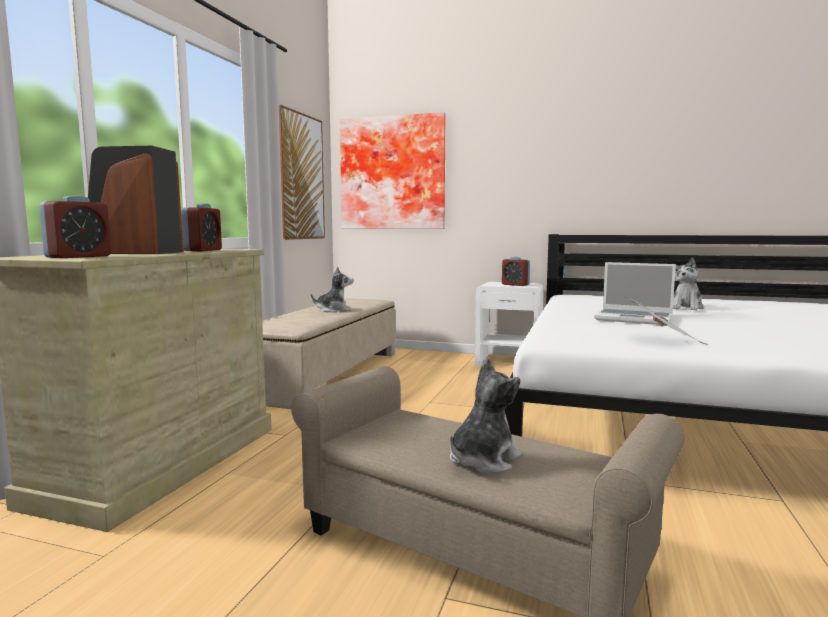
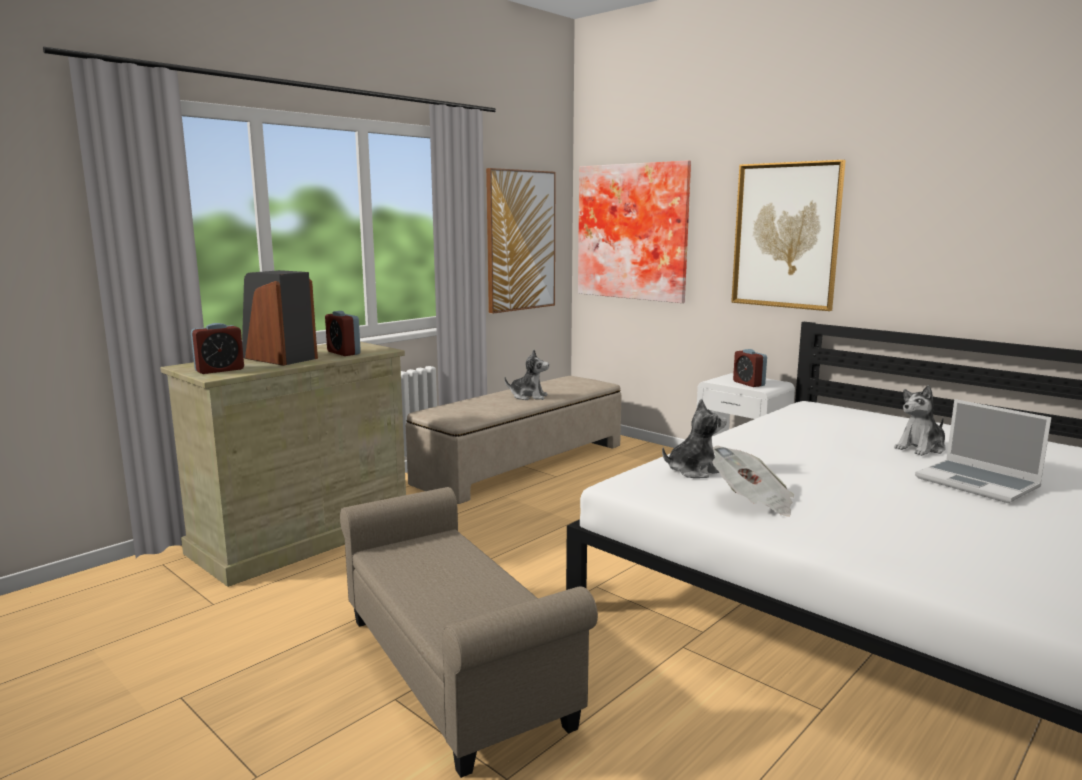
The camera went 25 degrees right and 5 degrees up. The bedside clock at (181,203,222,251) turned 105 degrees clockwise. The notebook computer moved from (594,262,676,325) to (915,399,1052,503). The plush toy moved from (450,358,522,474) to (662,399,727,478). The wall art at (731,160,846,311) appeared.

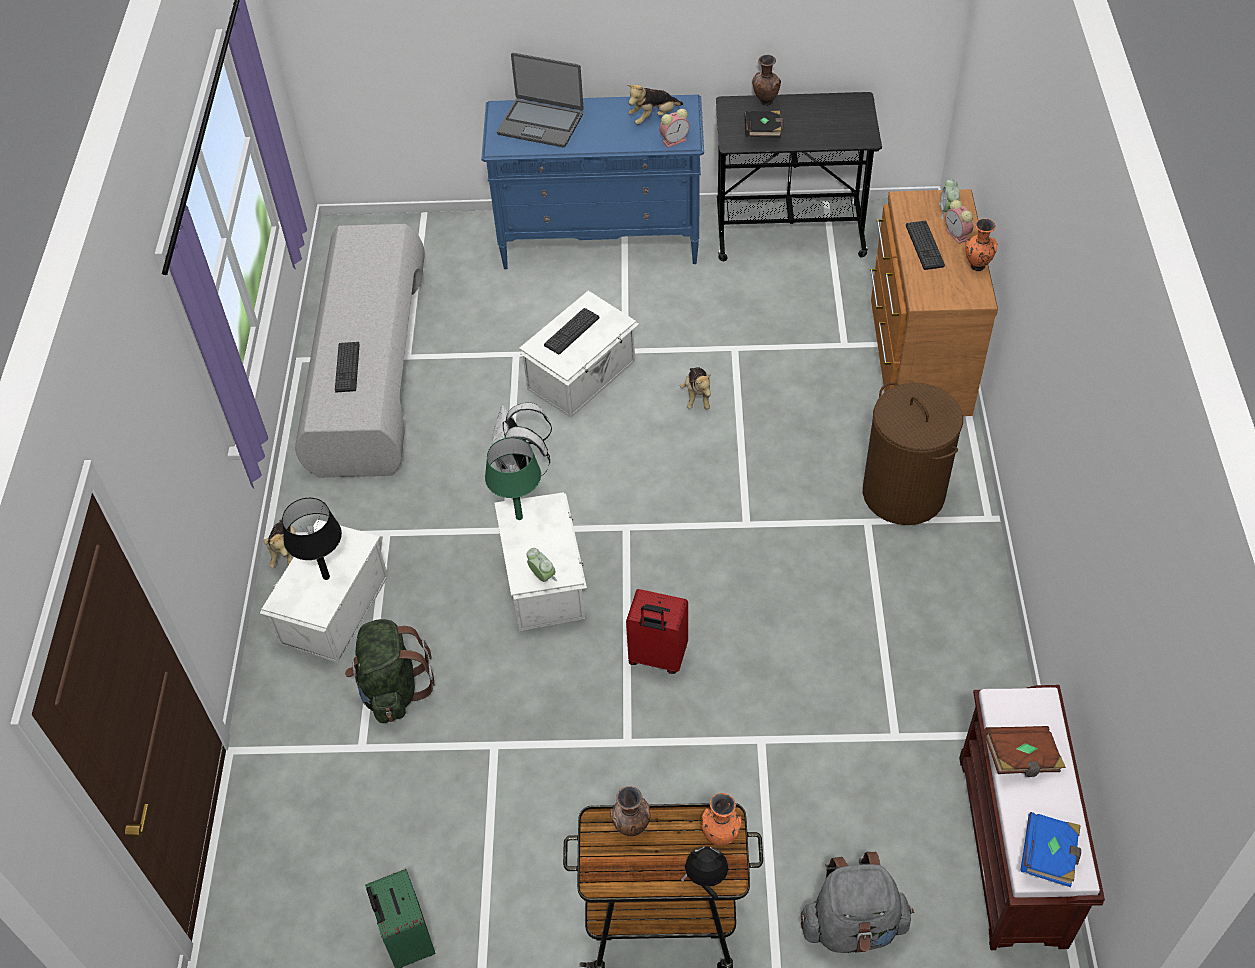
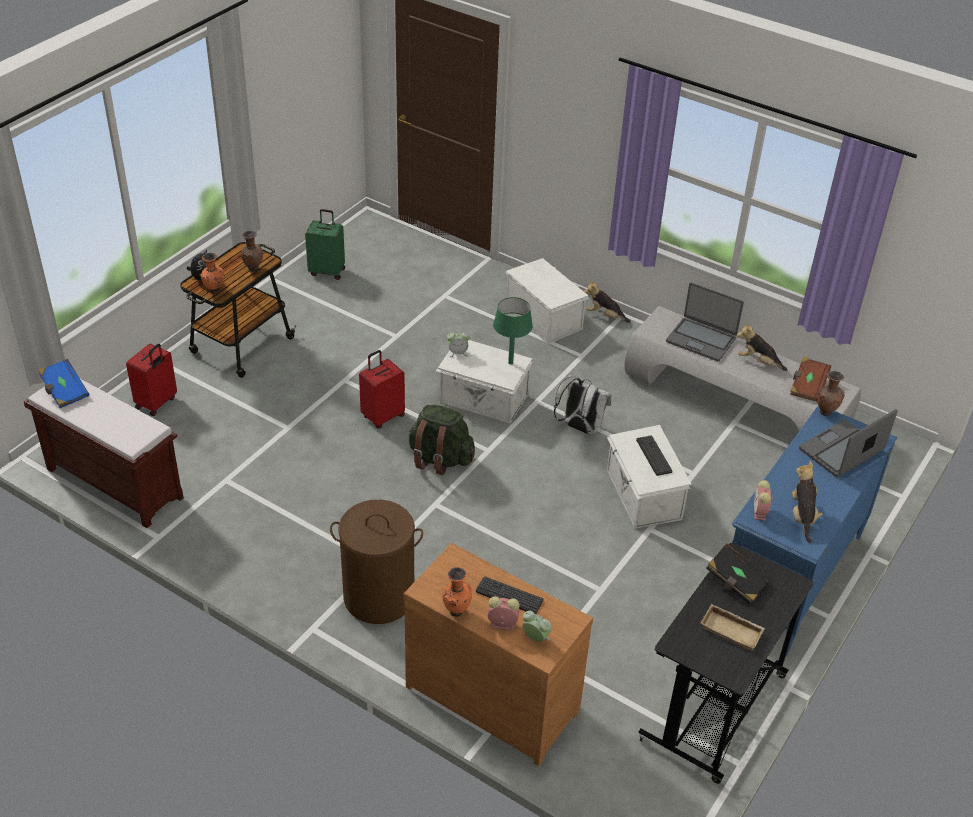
The camera went 120 degrees right and 10 degrees down. The brownish decorative vase moved from (752,55,781,106) to (817,371,845,416). The keyboard at (335,342,360,392) was replaced by the notebook computer at (666,283,744,362). The plush toy moved from (680,367,711,409) to (737,322,787,371). The black-coloured lamp for a table at (282,498,342,580) disappeared. The green-coloured backpack moved from (345,619,435,723) to (409,405,475,475). The brownish bound book moved from (983,726,1066,777) to (790,357,831,401). The gray backpack at (801,852,914,953) was replaced by the red travel case at (126,344,177,416). The sand-coloured serving tray at (701,604,765,650) appeared.

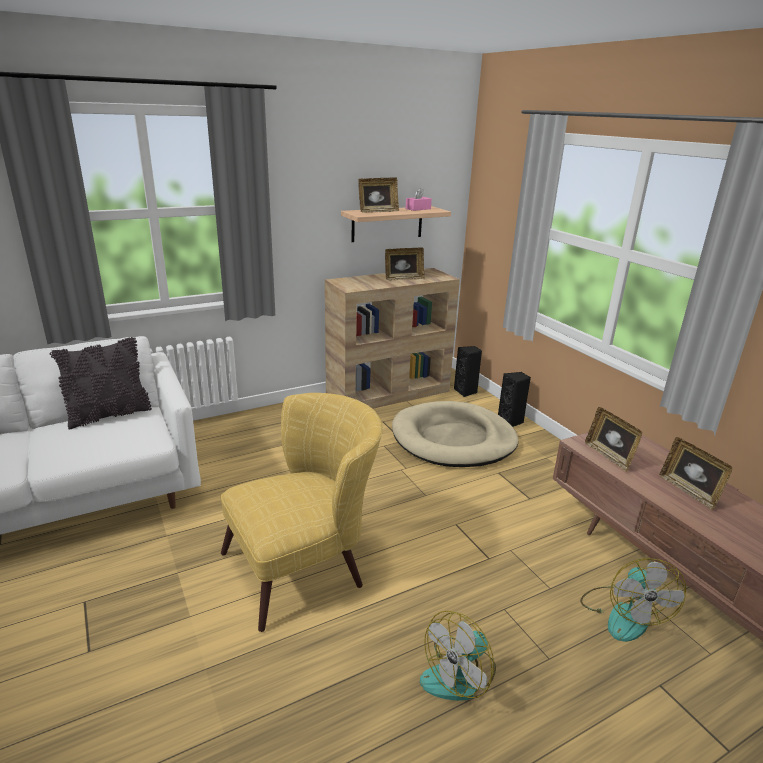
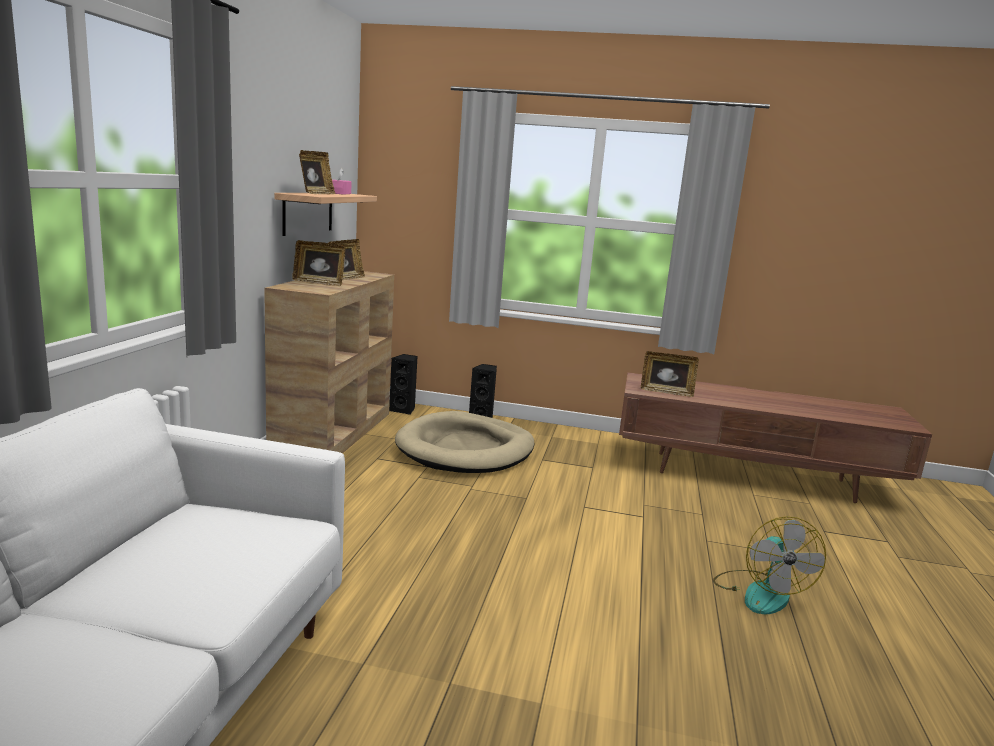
The camera went 50 degrees left and 10 degrees down. The black-coloured throw pillow at (50,337,152,430) disappeared. The yellow easy chair at (221,393,383,632) disappeared. The picture frame moved from (660,437,732,510) to (292,240,346,286). The electric fan at (580,558,686,642) disappeared.

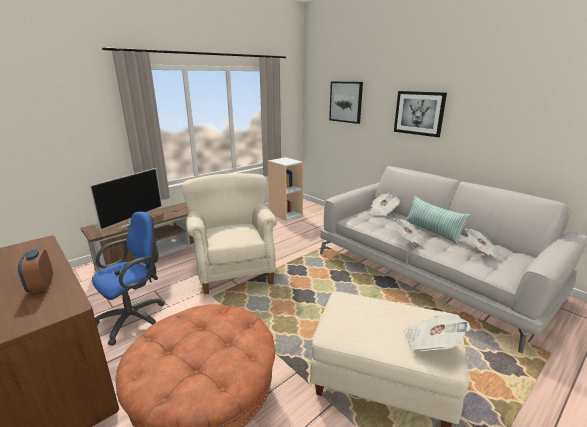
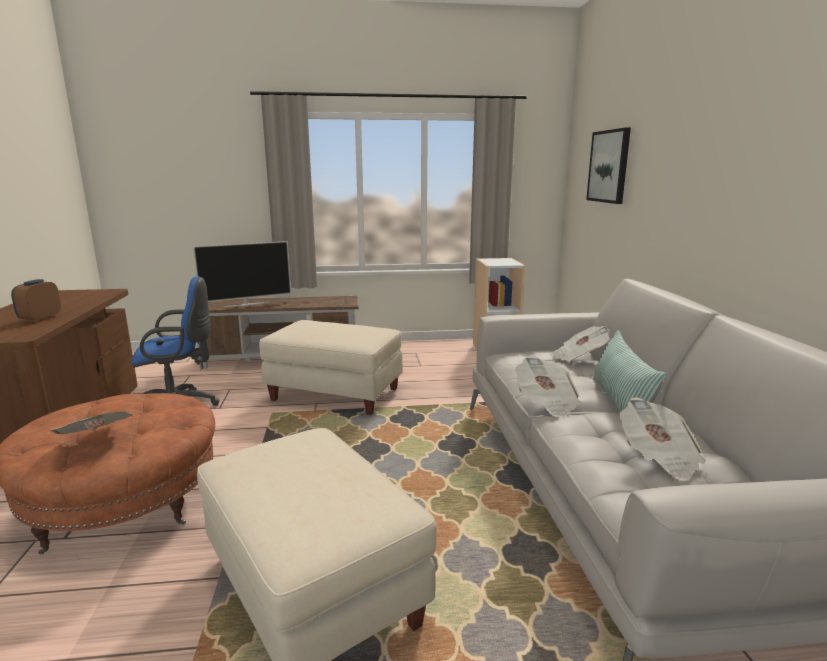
The camera went 35 degrees right and 5 degrees down. The wall art at (394,91,447,137) disappeared. The sand-coloured easy chair at (182,173,277,295) was replaced by the sand-coloured pouffe at (259,320,403,415). The daily paper moved from (403,314,470,351) to (49,412,133,434).

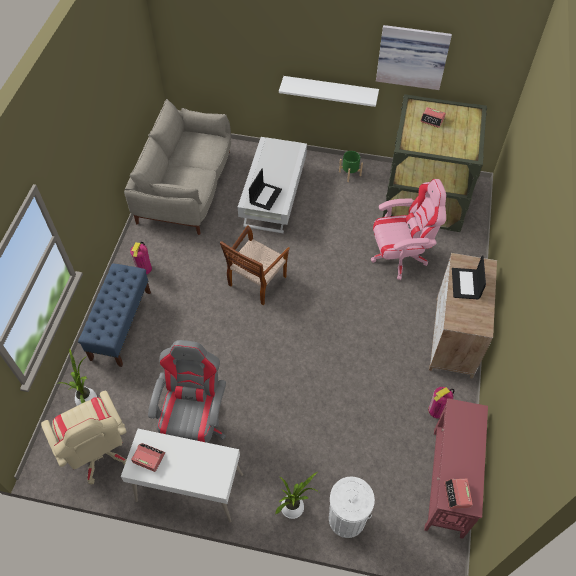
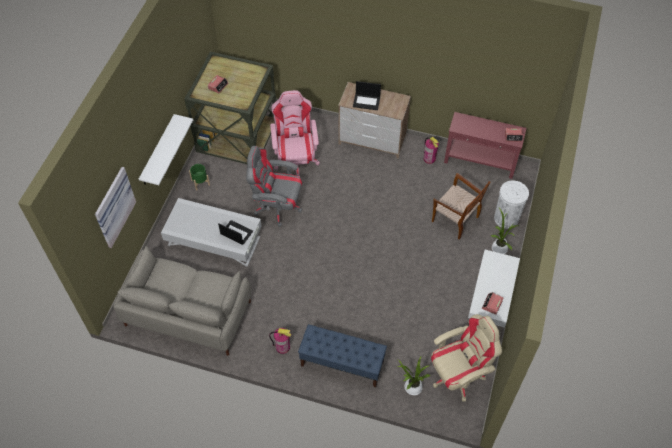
The camera went 85 degrees left and 0 degrees up. The wall art moved from (376,25,452,90) to (95,167,136,248). The brownish easy chair moved from (220,225,290,305) to (432,173,490,240). The gray office chair moved from (148,340,226,442) to (246,146,302,227).

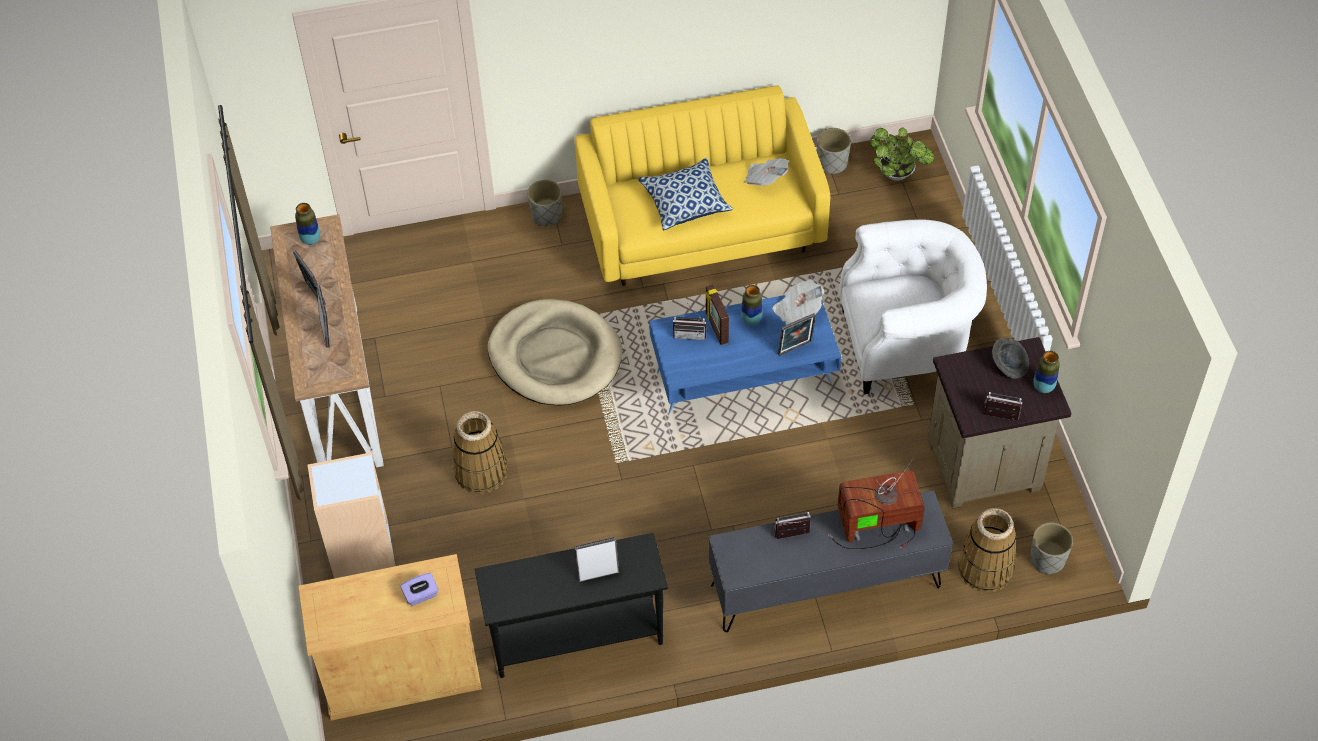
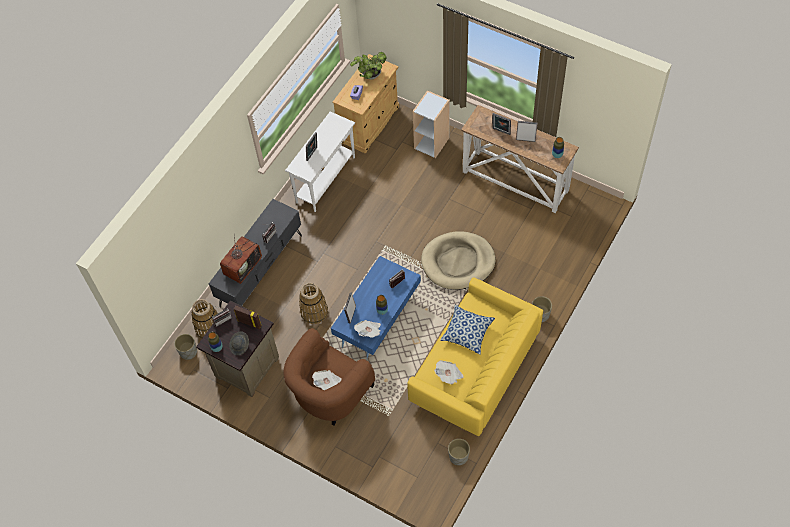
The camera went 135 degrees right and 5 degrees up. The houseplant moved from (870,127,934,181) to (350,52,387,80). The white easy chair at (839,220,987,394) became the brownish easy chair at (284,328,375,426). The picture frame moved from (704,284,729,345) to (234,306,262,329). The household basket moved from (453,411,508,494) to (299,283,328,324). The black-coloured narrow table at (474,533,668,678) became the white narrow table at (285,111,355,212). The daily paper at (312,370,342,390) appeared.

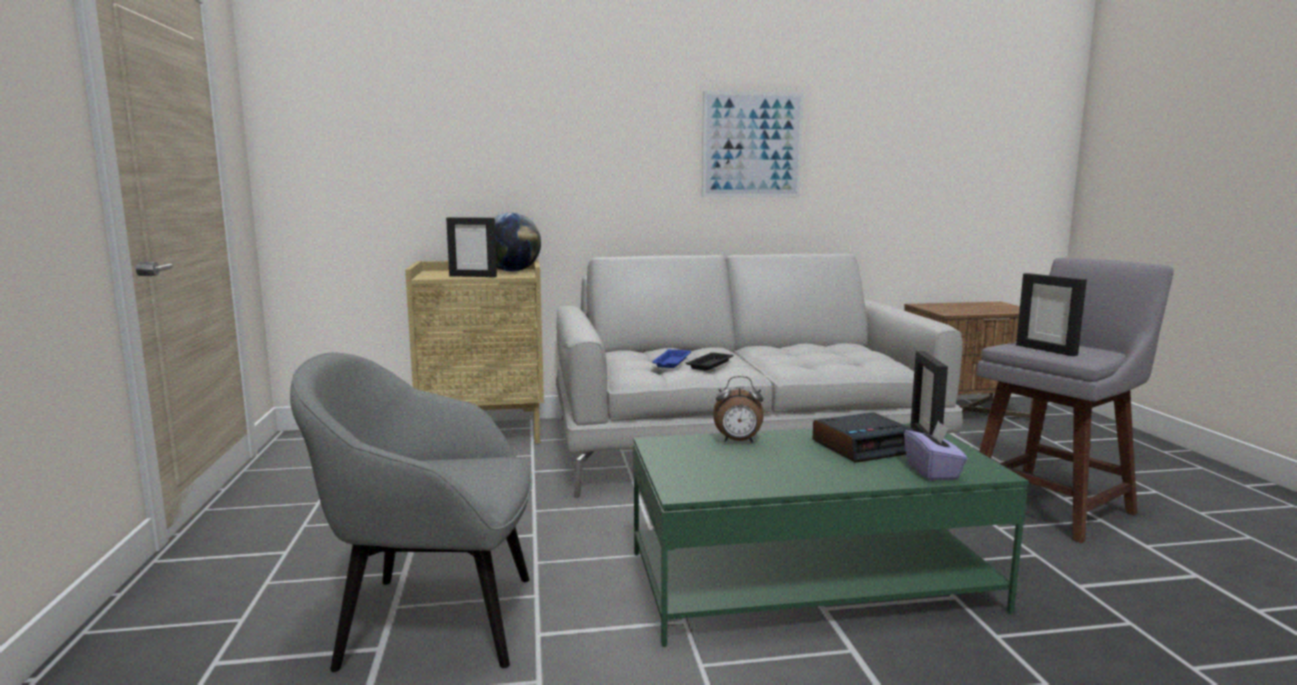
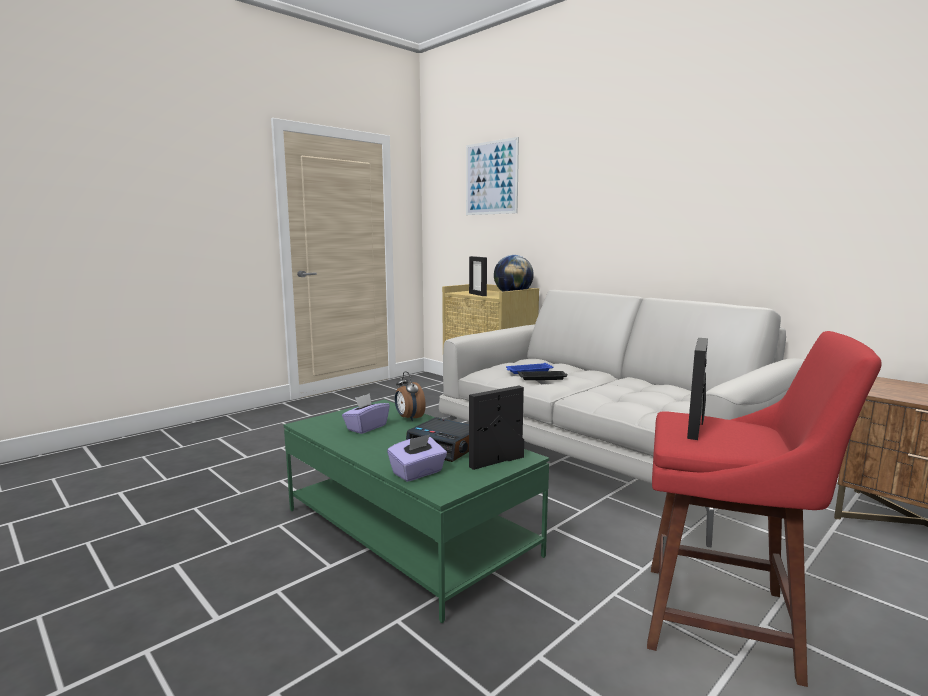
The camera went 55 degrees right and 0 degrees up. The wall art moved from (702,91,804,197) to (466,137,519,215). The gray stool seat at (976,258,1174,543) became the red stool seat at (647,331,882,687). The gray easy chair at (290,352,532,672) disappeared. The purple tissue holder at (342,393,390,434) appeared.

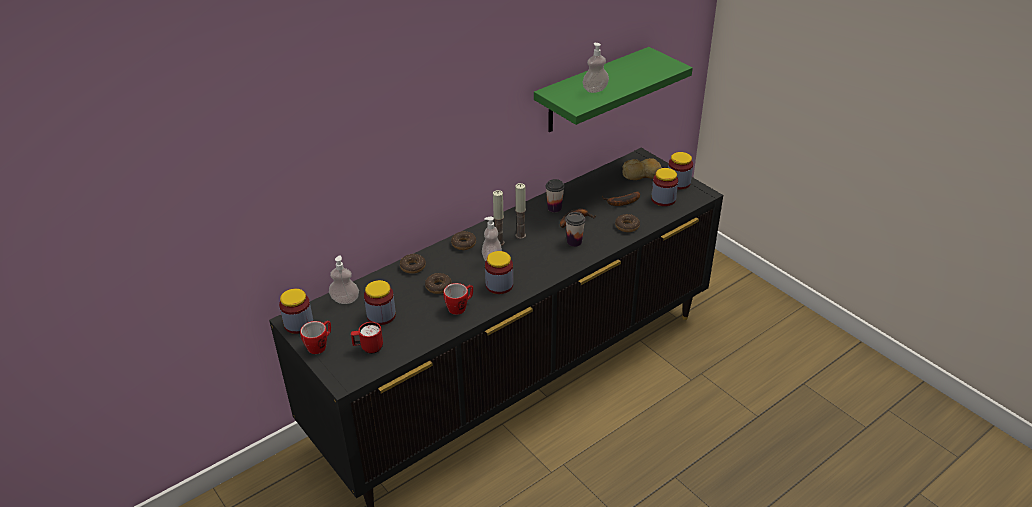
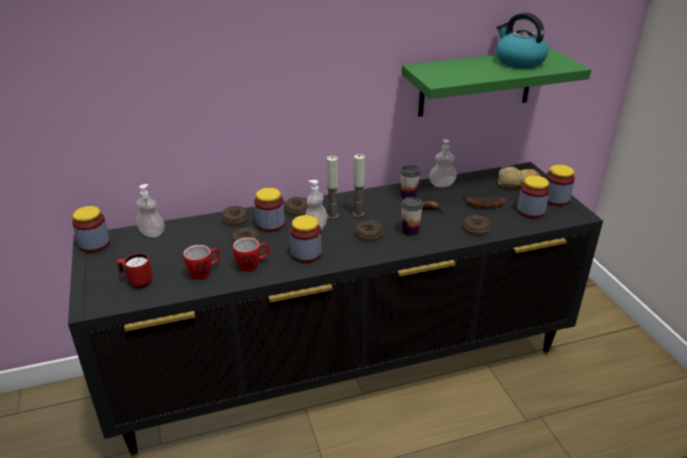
The camera went 20 degrees right and 5 degrees down. The soap bottle moved from (583,43,609,93) to (429,139,457,187). The storage jar moved from (364,280,396,325) to (254,188,285,232). The mug moved from (300,320,331,354) to (183,245,220,280). The water kettle at (496,12,548,68) appeared. The donut at (355,220,383,240) appeared.

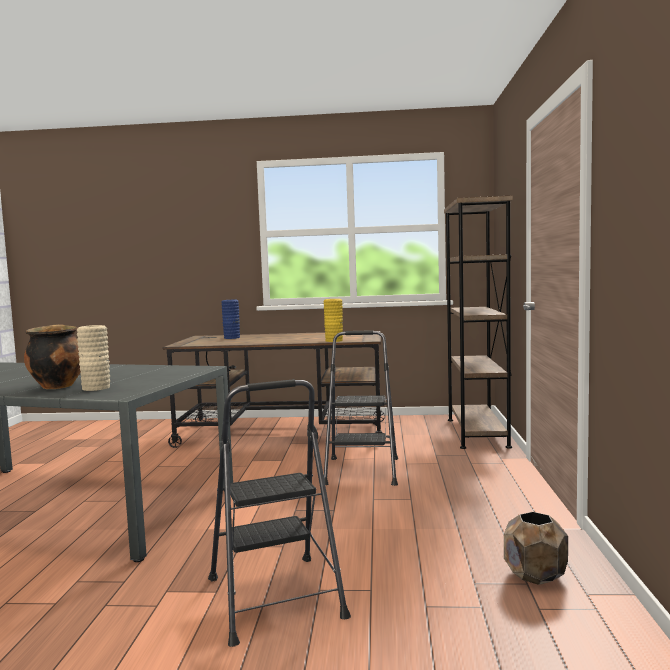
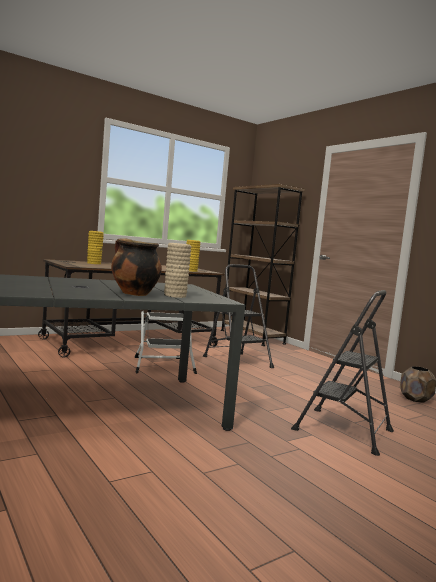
The camera went 40 degrees left and 0 degrees up. The blue decorative vase at (222,300,240,339) became the yellow decorative vase at (87,231,104,264). The stepladder at (135,311,197,374) appeared.

